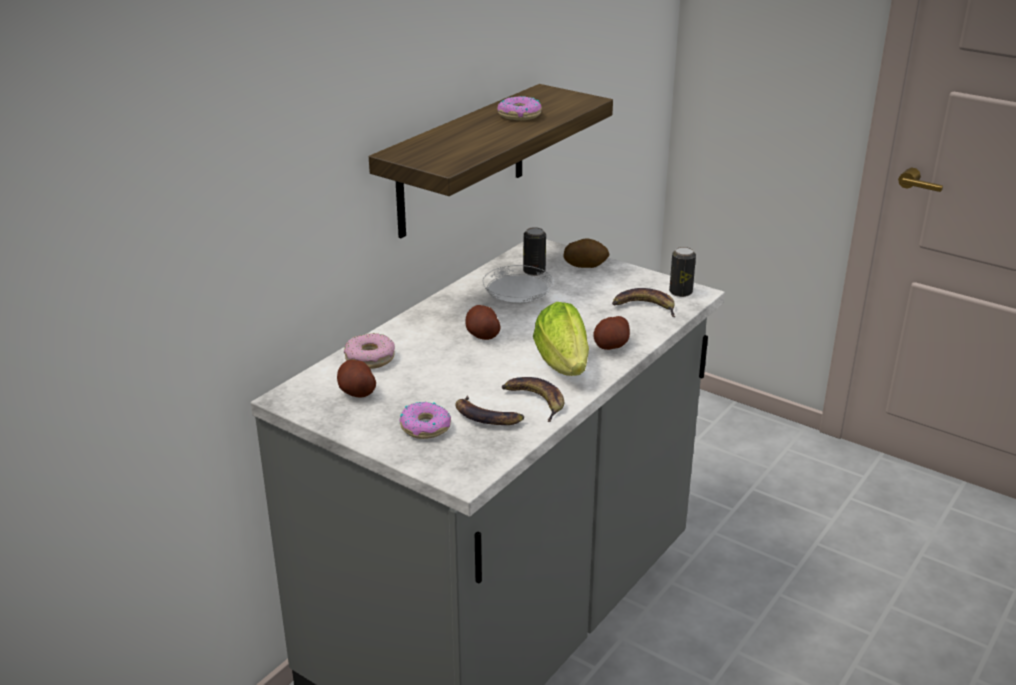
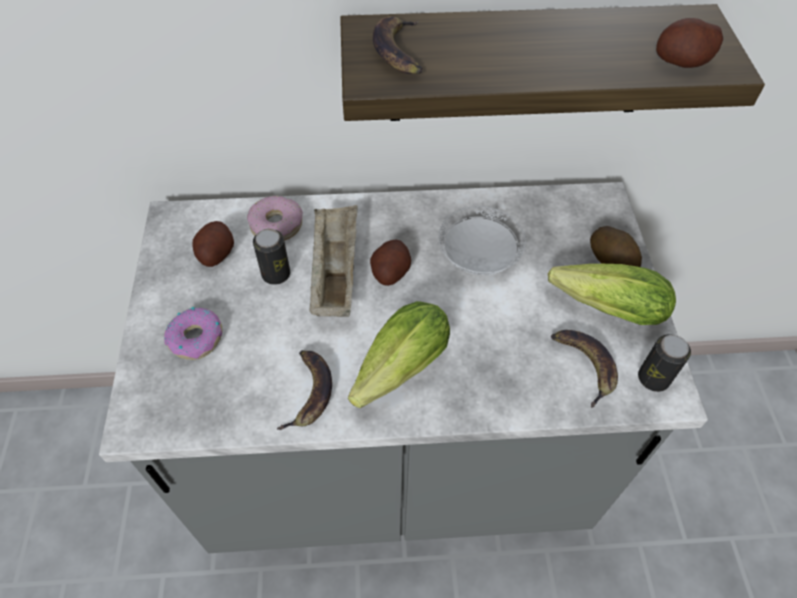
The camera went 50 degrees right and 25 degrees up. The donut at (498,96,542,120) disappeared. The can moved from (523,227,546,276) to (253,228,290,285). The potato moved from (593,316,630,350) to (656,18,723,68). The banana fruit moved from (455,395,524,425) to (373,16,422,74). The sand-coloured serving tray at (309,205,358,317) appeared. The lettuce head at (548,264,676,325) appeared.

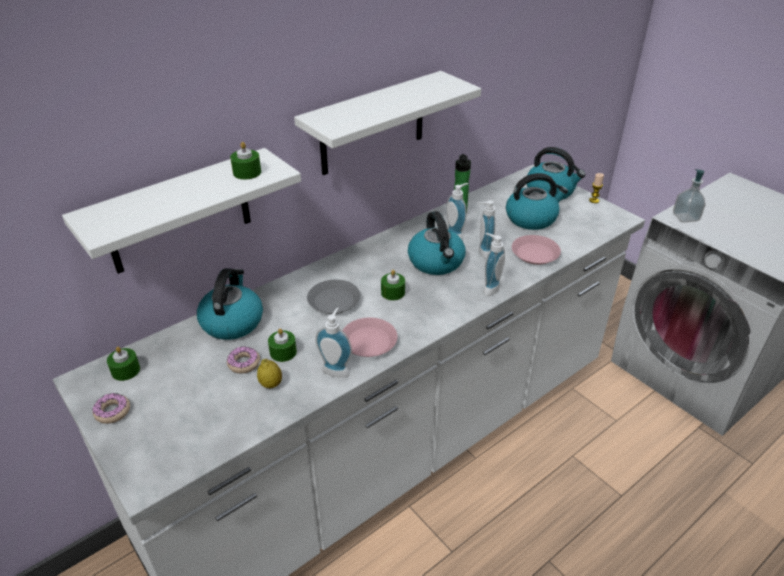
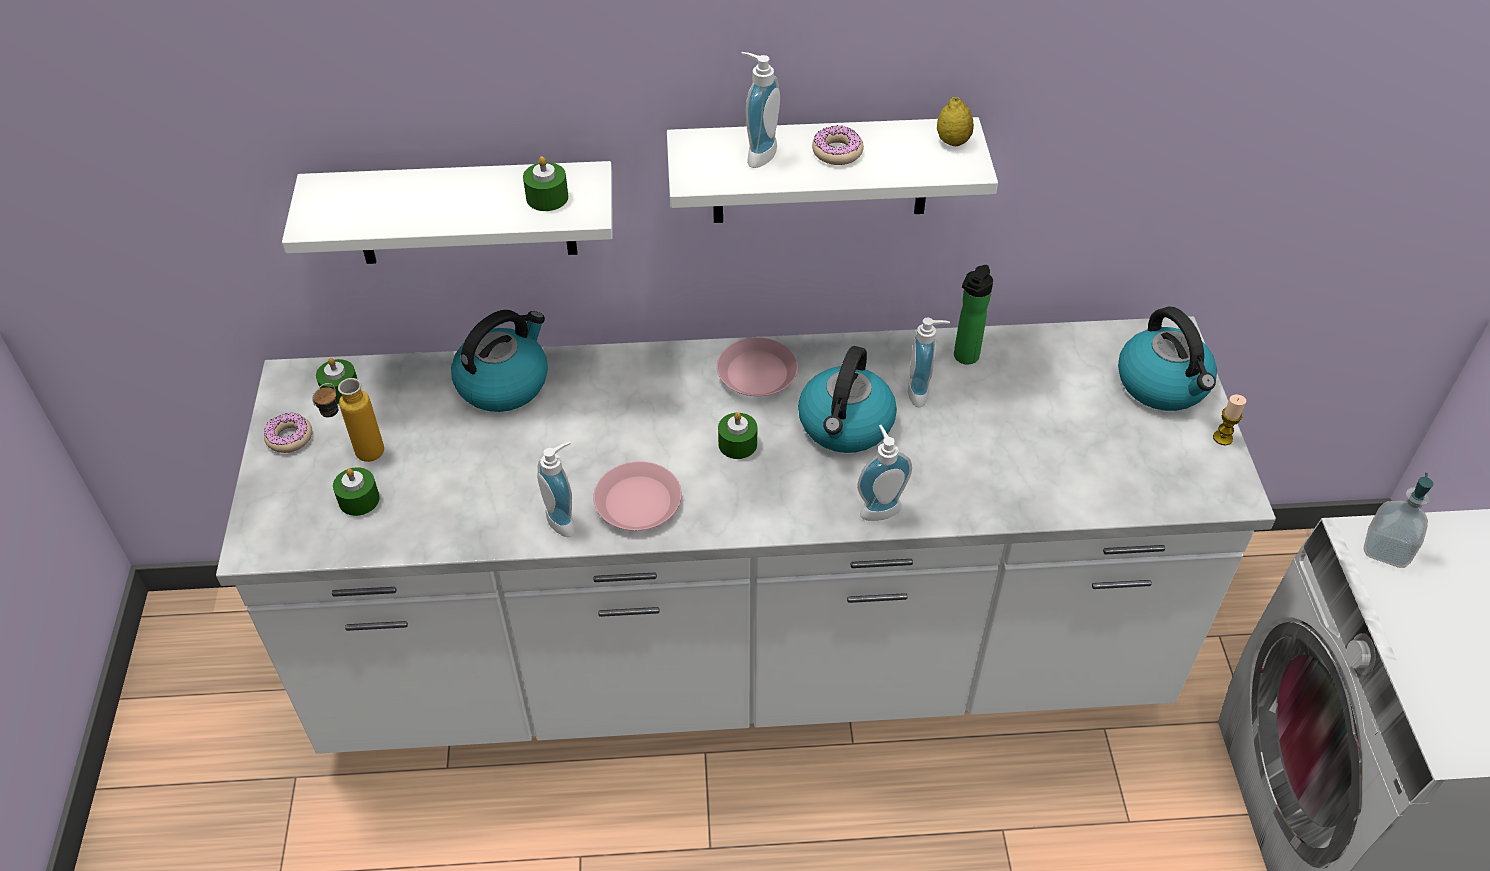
The camera went 35 degrees right and 10 degrees up. The water kettle at (506,173,568,230) disappeared. The soap bottle moved from (478,201,496,259) to (741,52,780,168). The pink flat dish moved from (512,235,561,265) to (717,338,798,396). The gray flat dish at (307,279,360,314) disappeared. The green-coloured candle moved from (268,328,297,362) to (333,467,380,516). The donut moved from (227,347,260,374) to (812,125,864,165). The lemon moved from (257,359,282,388) to (937,97,974,146). The beverage bottle at (312,378,384,462) appeared.

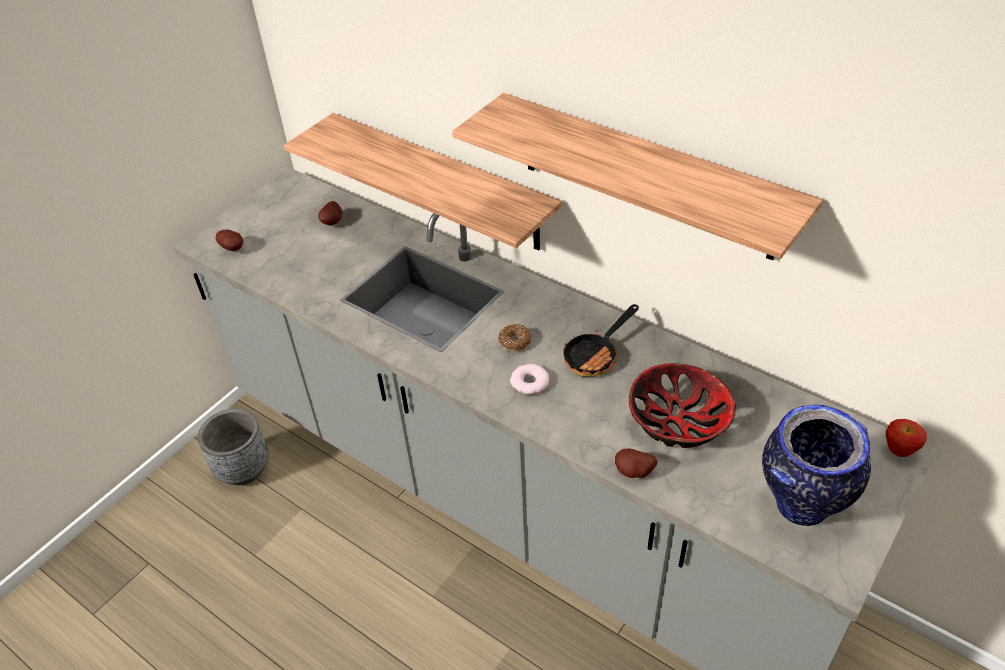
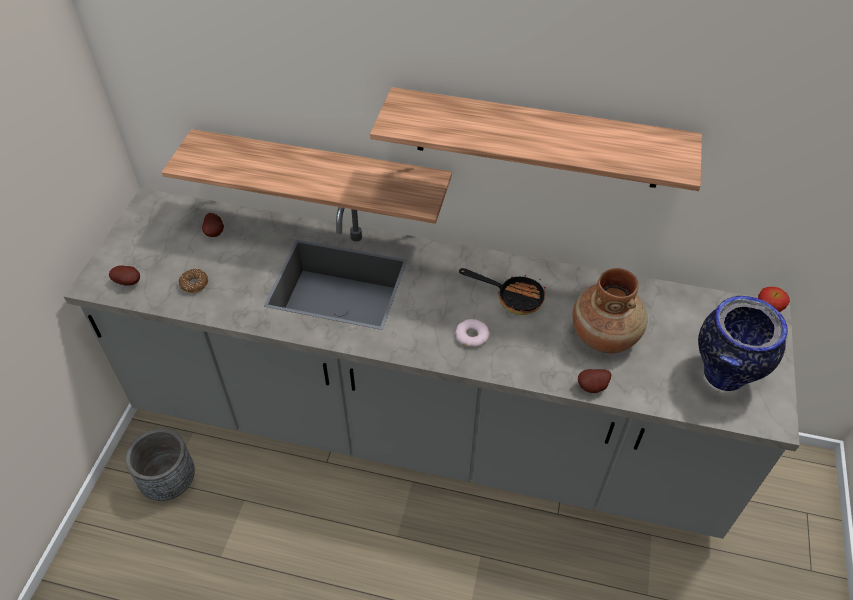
The camera went 25 degrees left and 5 degrees up. The skillet at (563,304,639,377) turned 90 degrees counterclockwise. The donut moved from (498,324,531,351) to (179,269,208,293). The deep dish at (629,363,736,448) was replaced by the brownish decorative vase at (573,268,648,354).

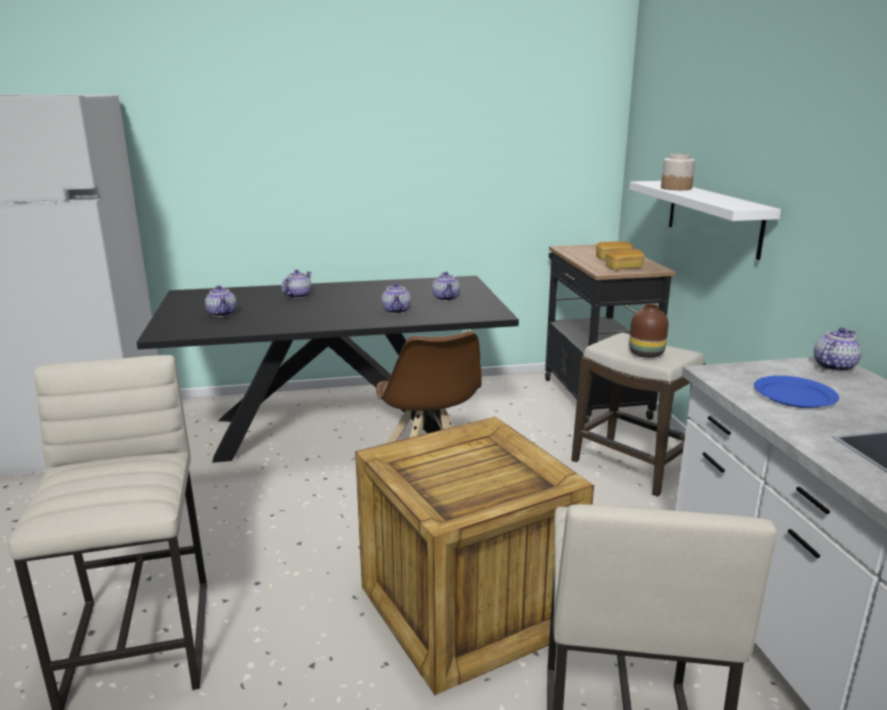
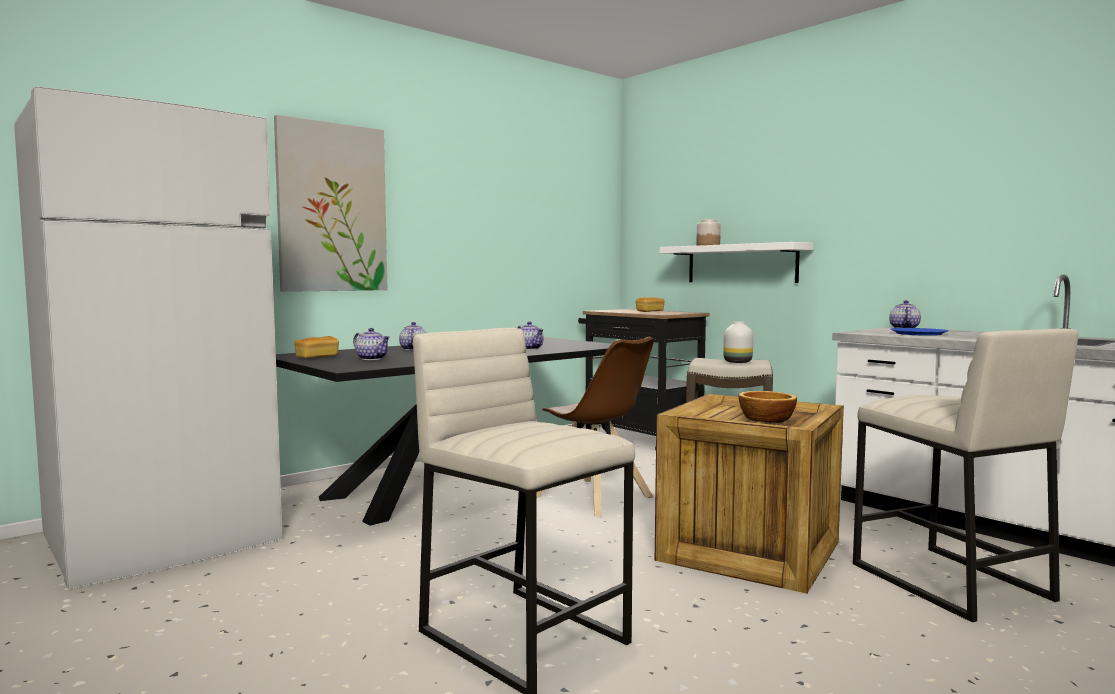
The camera went 30 degrees left and 15 degrees down. The baked bread moved from (606,249,645,270) to (294,336,339,358). The tea pot at (432,272,460,301) disappeared. The brownish decorative vase at (629,304,669,358) became the white decorative vase at (723,321,753,363). The wall art at (274,115,387,292) appeared. The deep dish at (739,391,797,423) appeared.

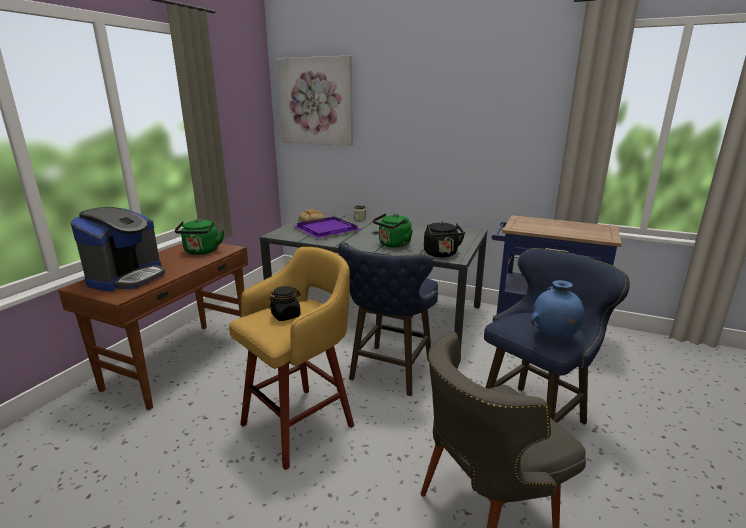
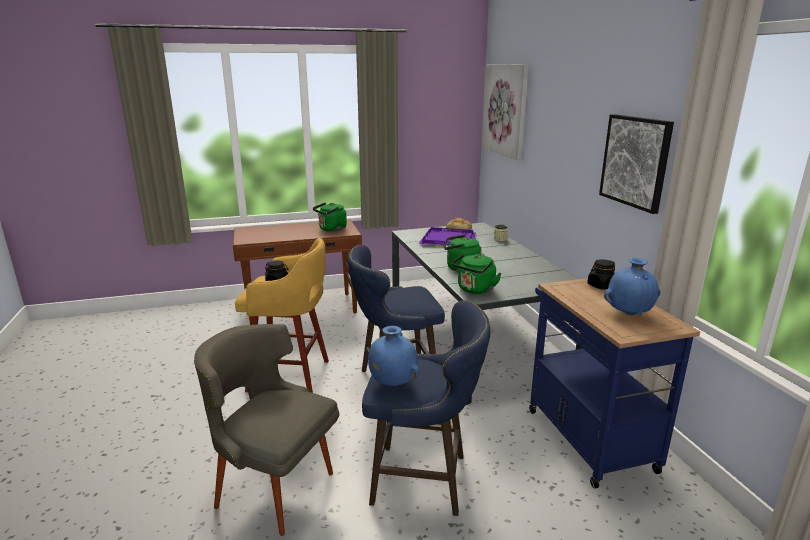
The camera went 50 degrees right and 0 degrees up. The coffee maker at (71,207,165,292) disappeared. The black-coloured water kettle at (424,222,465,257) became the green-coloured water kettle at (452,254,502,294). The wall art at (599,114,674,214) appeared. The blue decorative vase at (604,258,660,315) appeared. The black-coloured storage jar at (587,259,615,290) appeared.

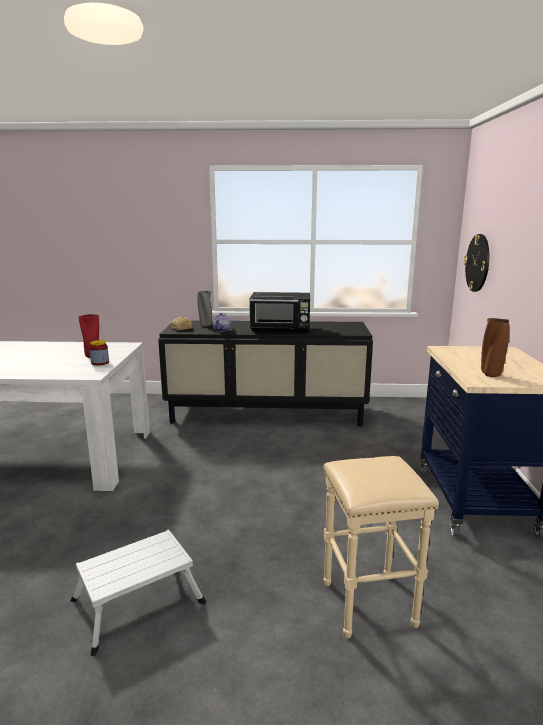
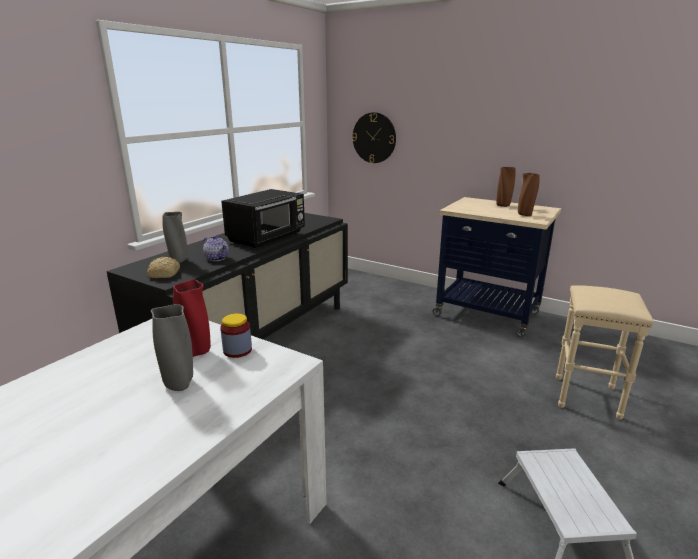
The camera went 60 degrees left and 5 degrees up. The brownish decorative vase at (496,167,516,207) appeared. The gray decorative vase at (151,304,193,391) appeared.

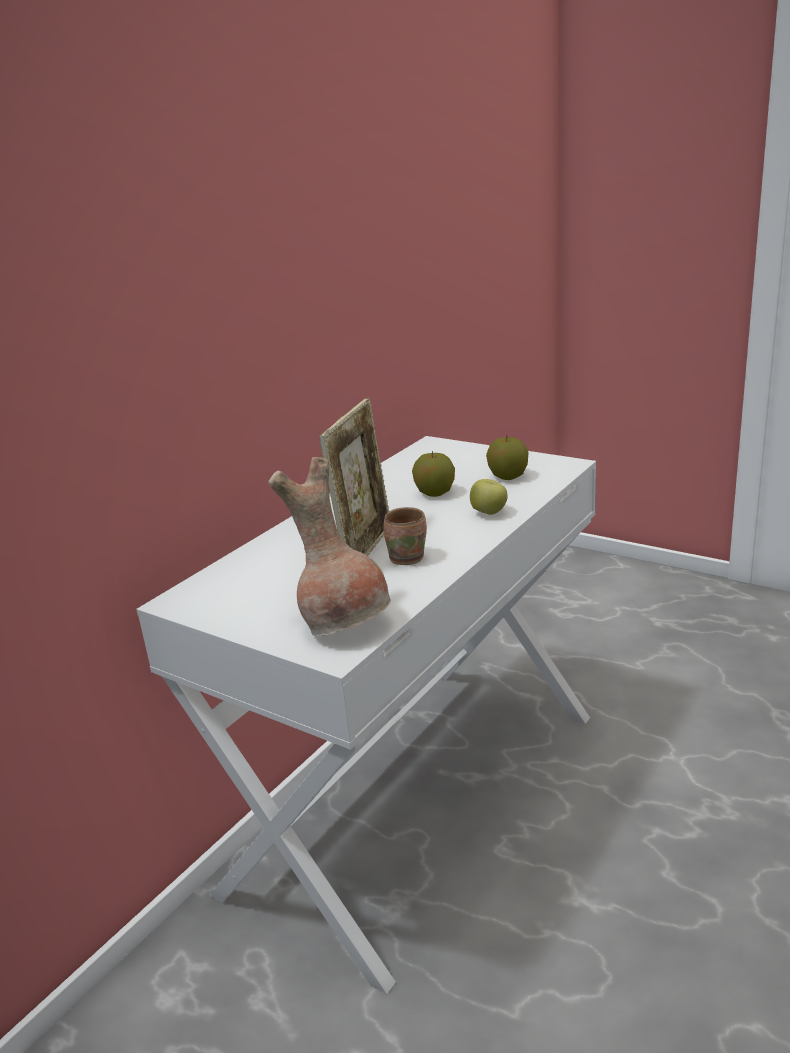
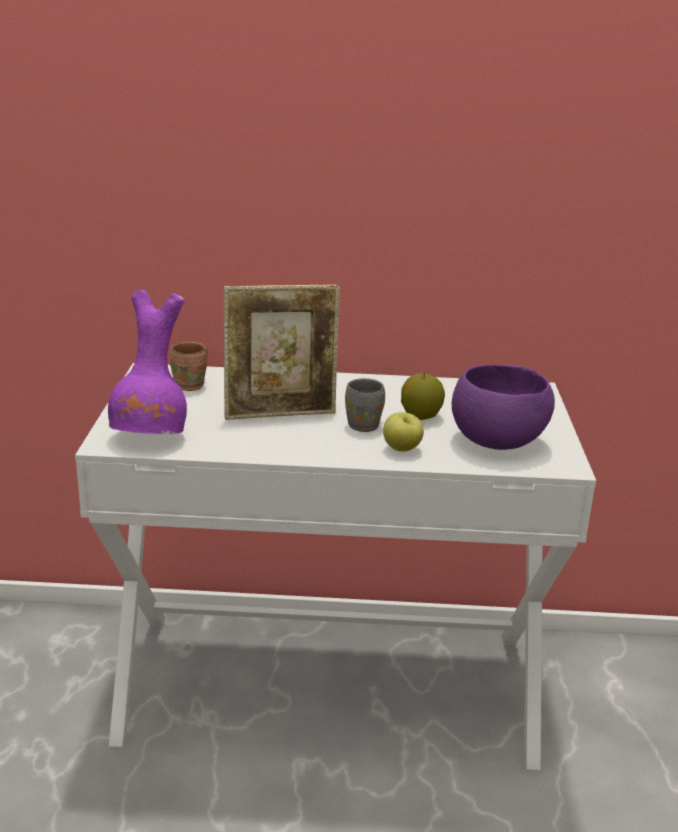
The camera went 55 degrees right and 0 degrees up. The apple fruit at (486,437,529,480) was replaced by the purple deep dish at (452,365,555,450). The brownish decorative vase at (269,457,391,636) became the purple decorative vase at (108,290,187,434). The brownish mug moved from (383,507,427,565) to (170,342,208,391). The gray mug at (345,378,385,432) appeared.

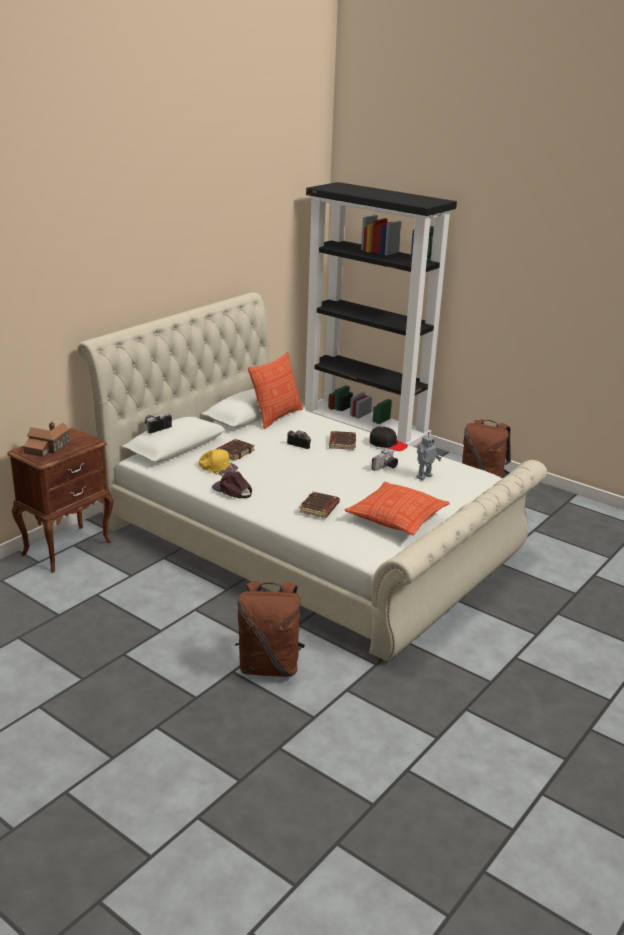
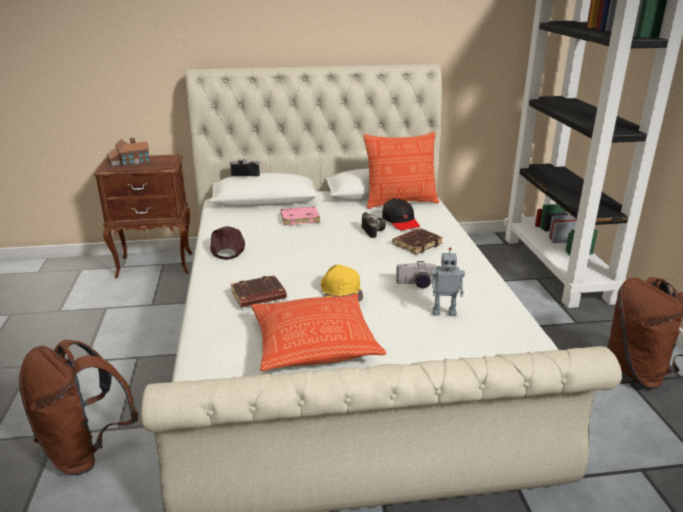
The camera went 45 degrees right and 0 degrees up. The black-coloured baseball cap moved from (370,426,408,451) to (382,198,420,230). The brownish bound book at (216,439,255,461) became the pink bound book at (281,206,320,225). The yellow baseball cap moved from (199,449,238,476) to (321,265,363,302).

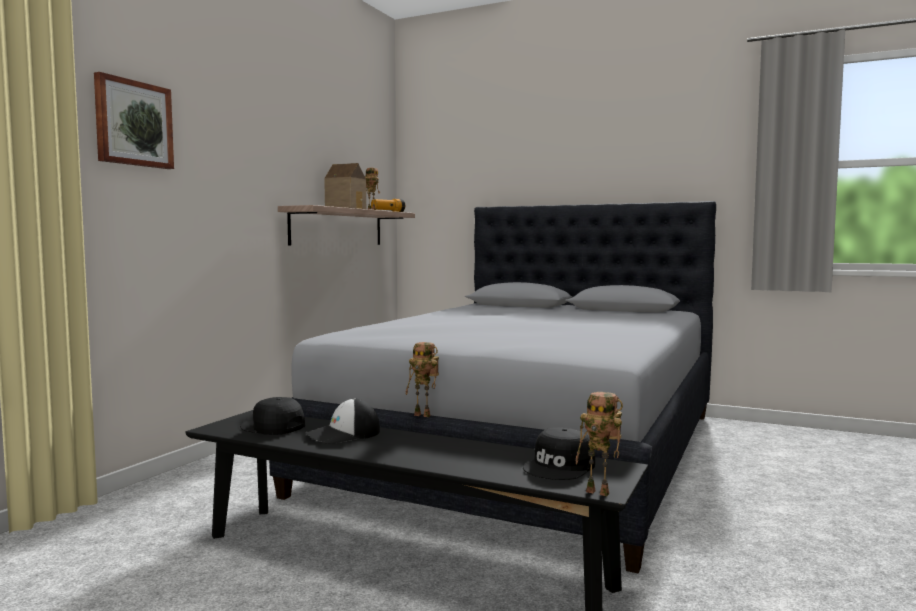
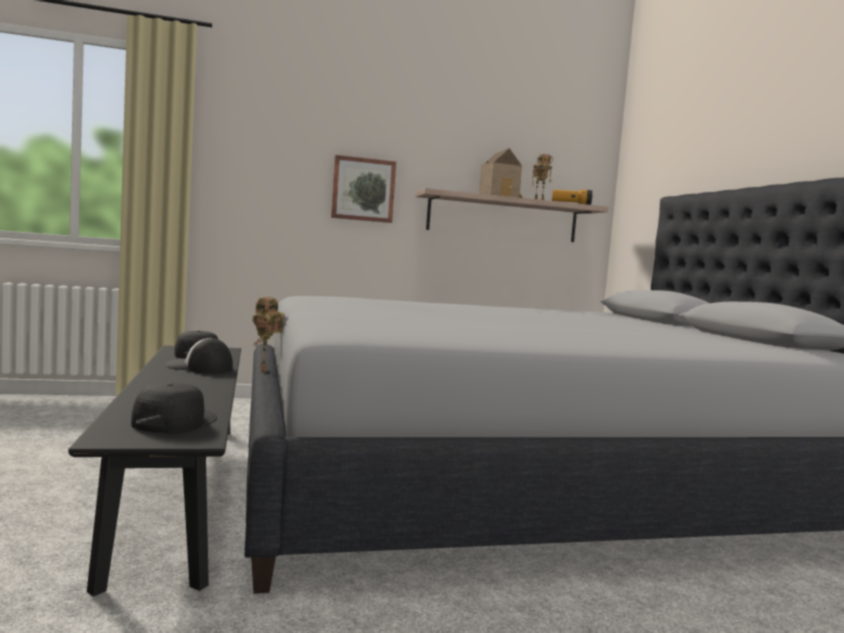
The camera went 50 degrees right and 0 degrees up. The wall art moved from (94,72,174,169) to (331,155,396,223). The model robot at (576,392,623,496) disappeared. The black-coloured baseball cap at (523,427,595,480) turned 105 degrees clockwise.

